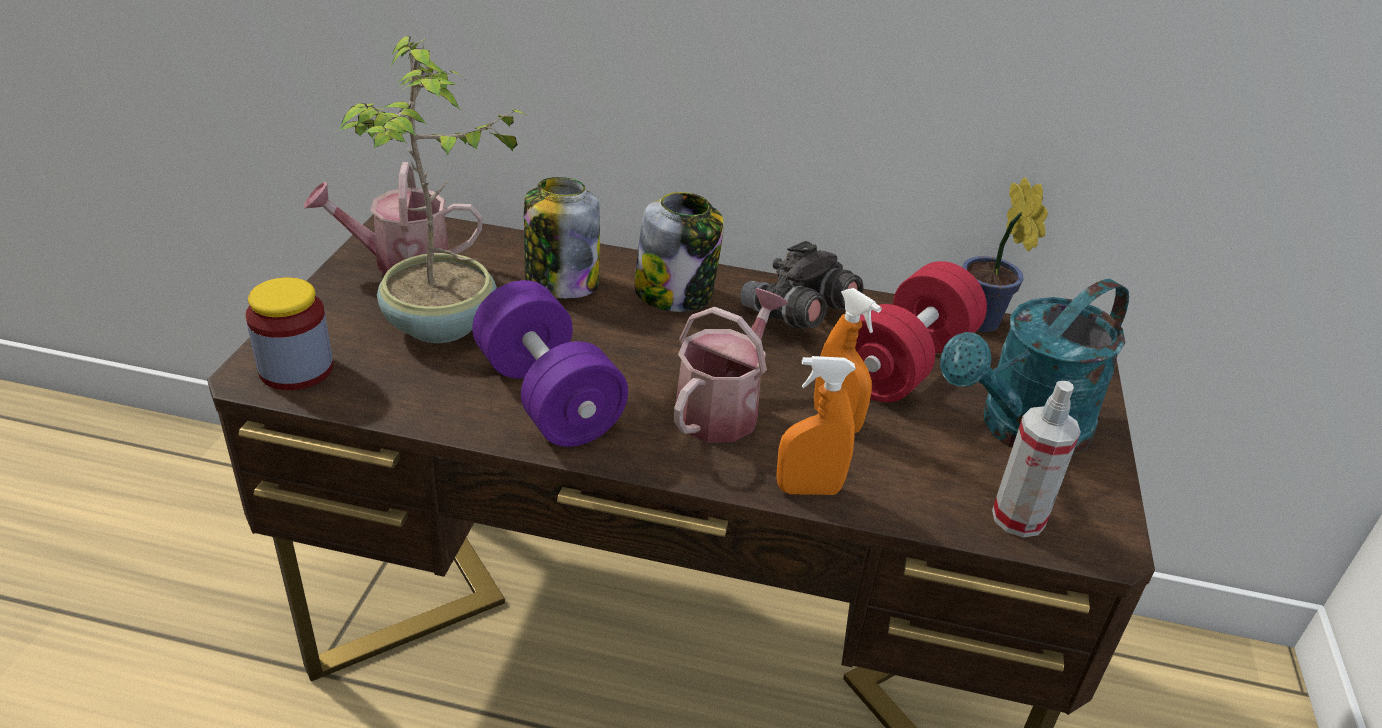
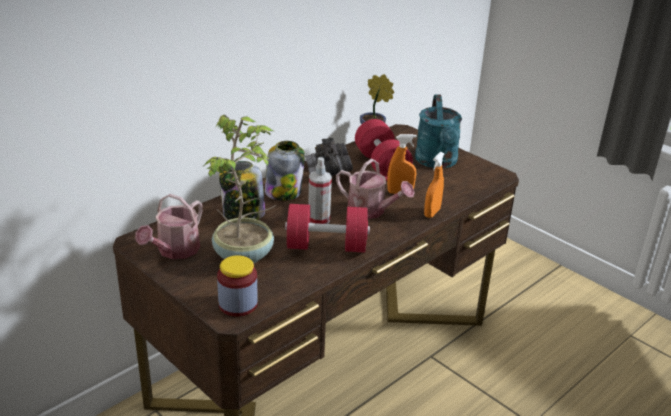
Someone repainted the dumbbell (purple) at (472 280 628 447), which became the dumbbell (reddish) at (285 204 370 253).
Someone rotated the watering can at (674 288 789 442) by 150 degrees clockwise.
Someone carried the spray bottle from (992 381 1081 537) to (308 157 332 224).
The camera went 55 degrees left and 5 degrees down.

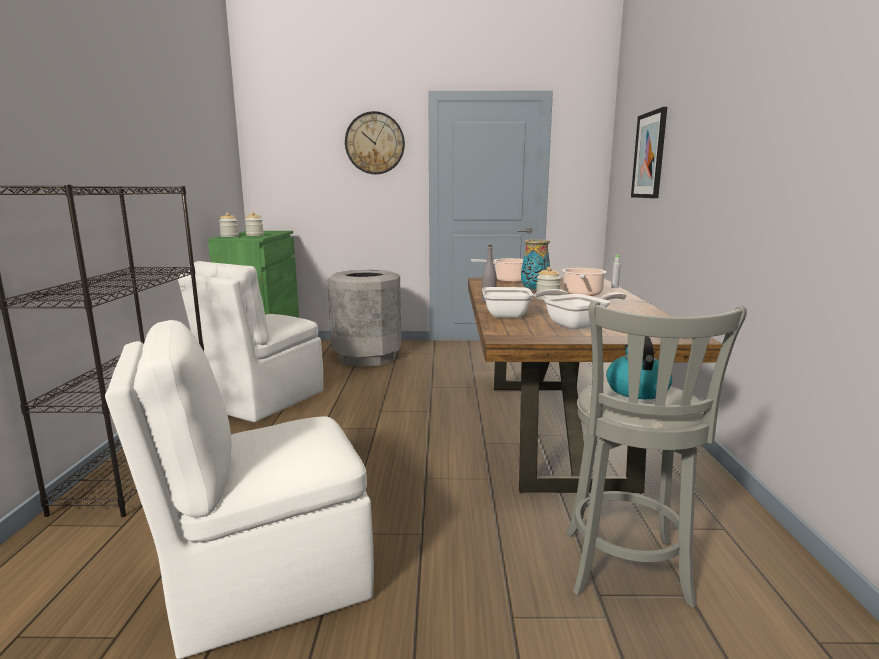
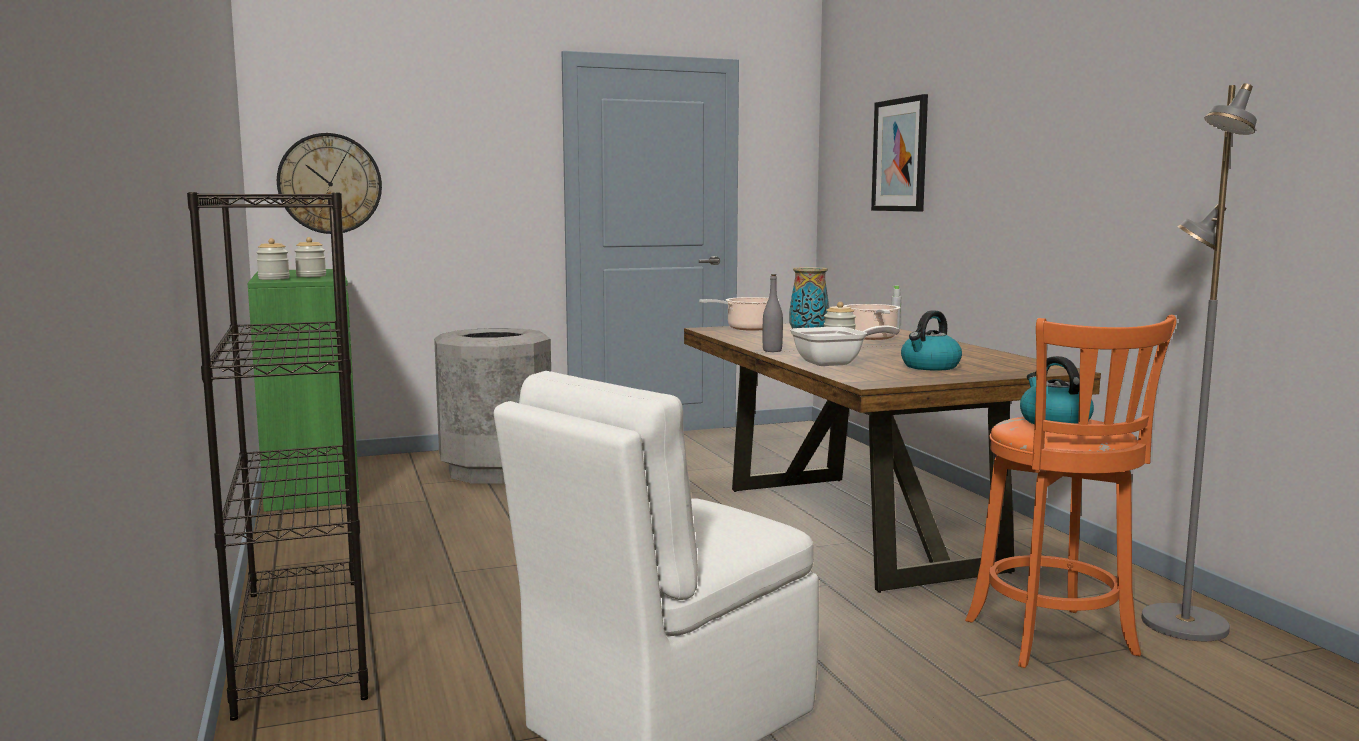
Someone carried the wall clock from (345 111 405 174) to (277 133 382 234).
Someone took away the upright chair (white) at (178 261 323 422).
Someone swapped the skillet at (543 292 626 329) for the kettle at (901 310 962 371).
Someone repainted the stool (greyish) at (566 301 747 608), which became the stool (orange) at (965 315 1177 668).
Someone put down the floor lamp (greyish) at (1142 83 1257 641).
The camera went 20 degrees left and 5 degrees down.

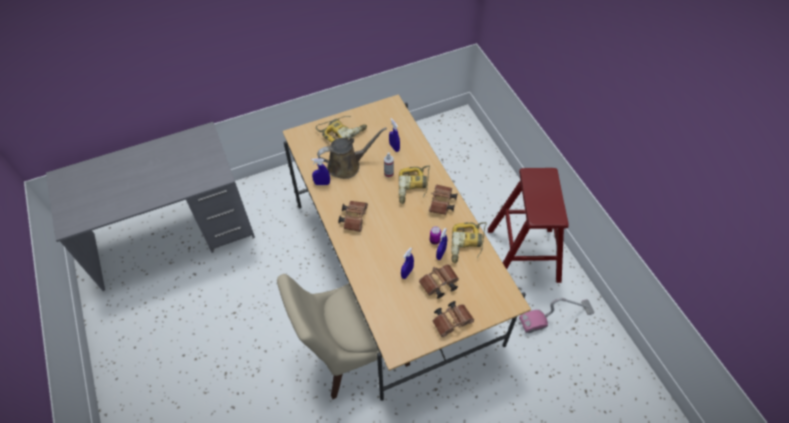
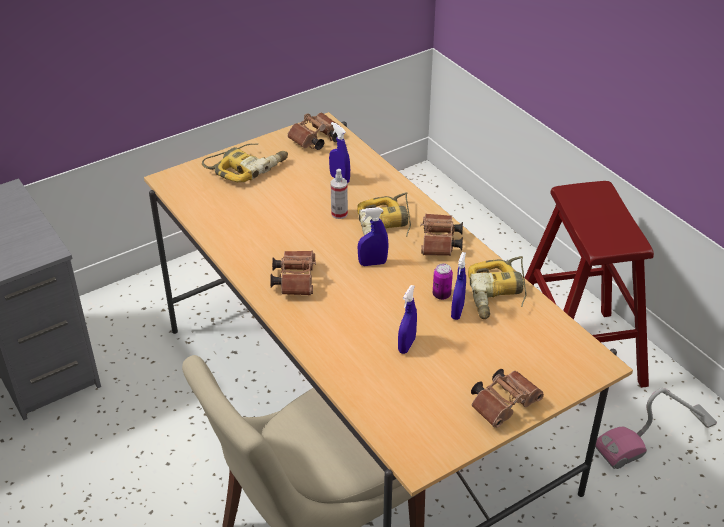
Someone took away the watering can (brown) at (317 127 387 179).
Someone carried the spray bottle (blue) from (312 159 330 185) to (357 207 389 266).
Someone carried the binoculars (brown) from (419 264 459 299) to (288 112 340 150).
The camera went 10 degrees left and 15 degrees down.

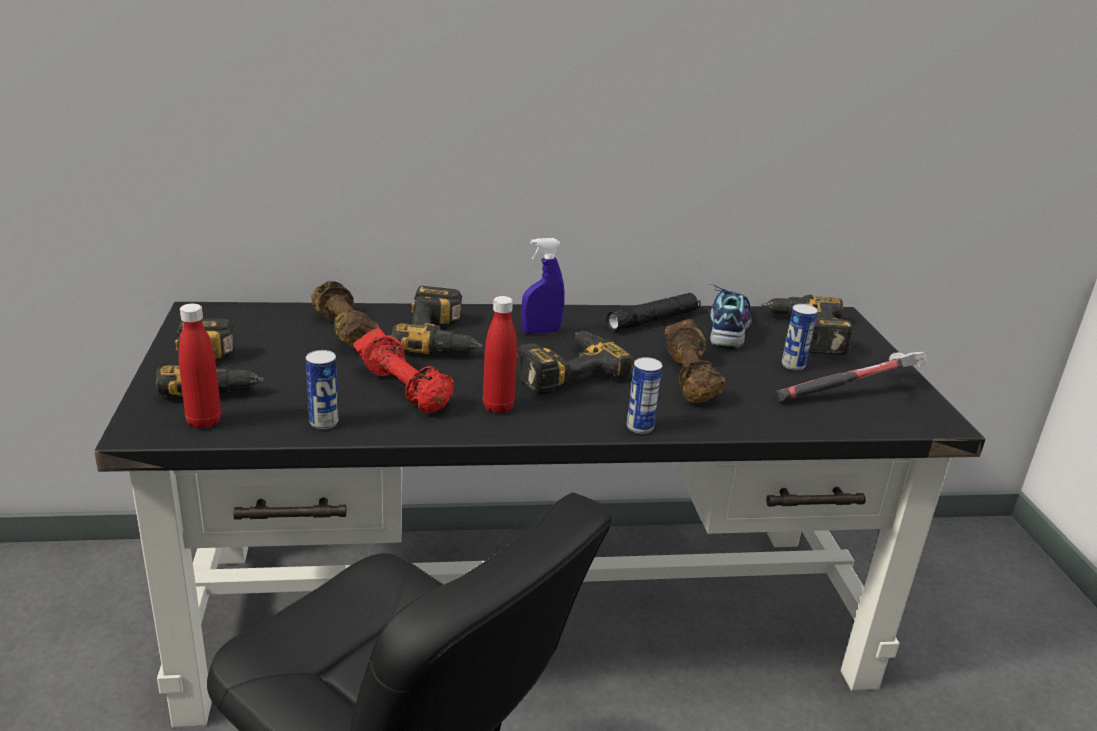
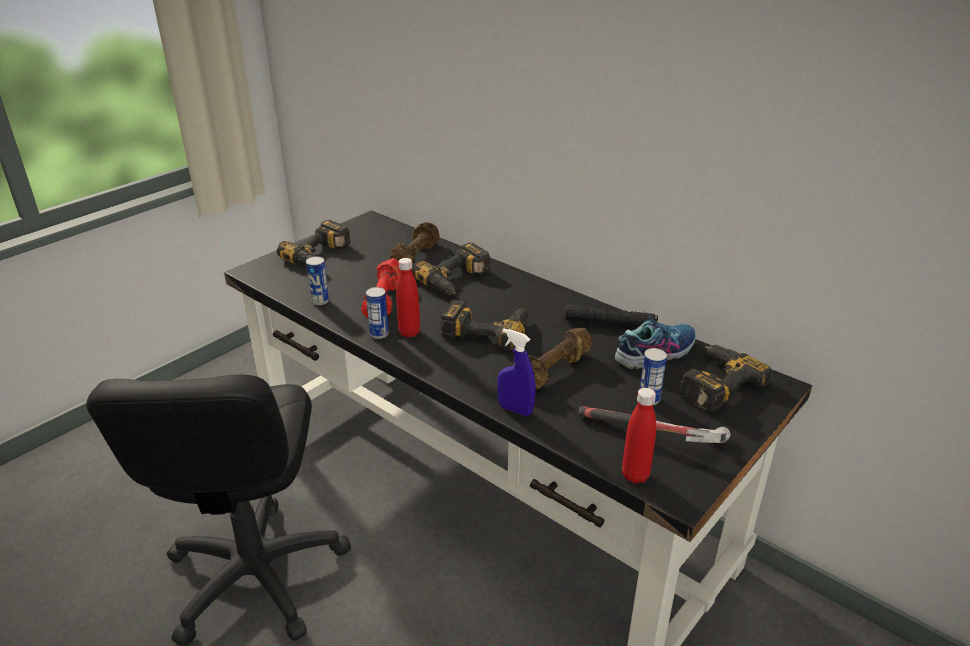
Someone carried the spray bottle (blue) from (521 238 565 334) to (497 328 536 416).
Someone carried the bottle (reddish) from (179 303 221 429) to (622 388 656 484).
Someone carried the can from (627 357 662 434) to (366 287 389 339).
The camera went 50 degrees right and 5 degrees up.

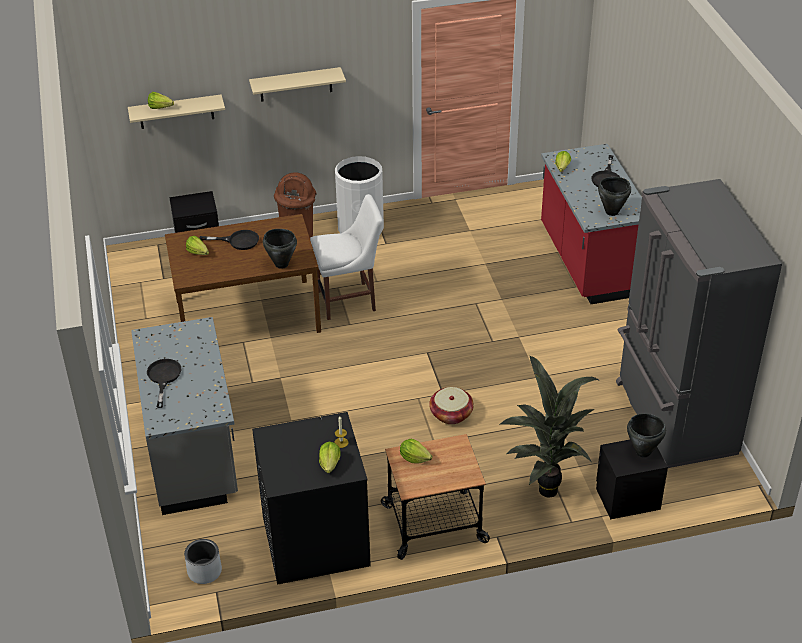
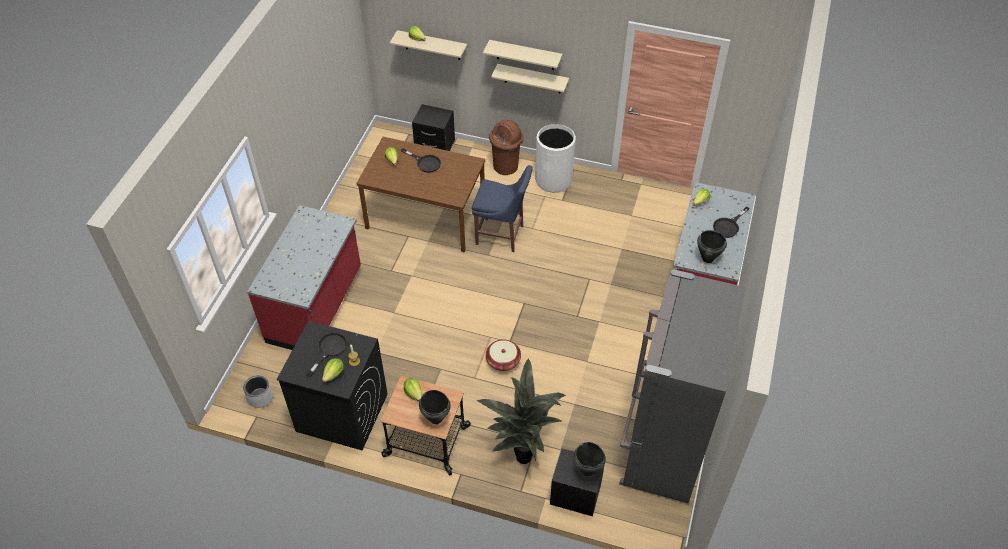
Someone repainted the upright chair (white) at (310 194 383 320), which became the upright chair (blue) at (472 165 533 252).
Someone carried the saucepot (blackish) from (263 229 297 269) to (419 390 451 424).
Someone repainted the kitchen counter (greyish) at (131 317 238 515), which became the kitchen counter (reddish) at (247 205 361 350).
Someone carried the skillet (blackish) from (147 359 181 408) to (306 332 347 377).
Someone put up the shelf (sand-coloured) at (491 64 569 93).
The camera went 30 degrees right and 10 degrees up.

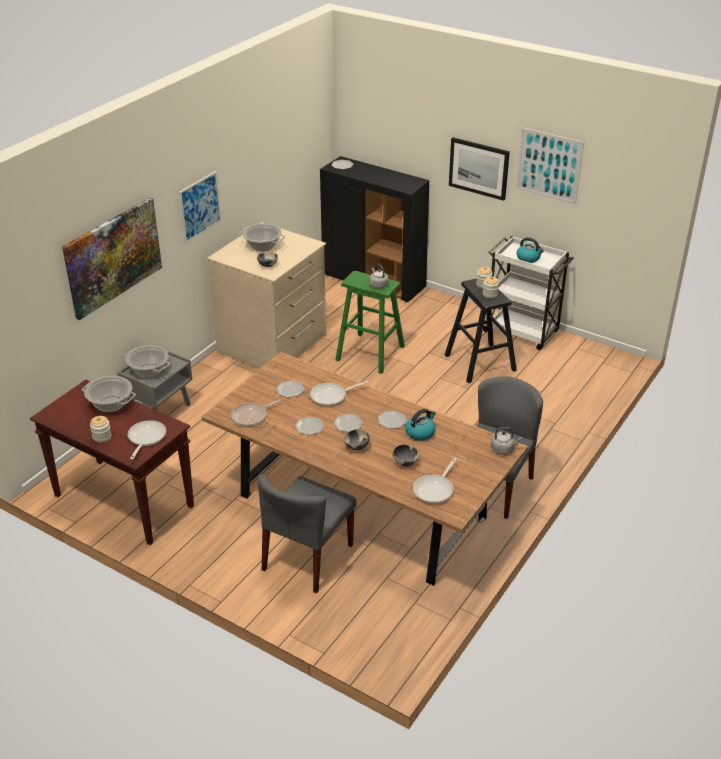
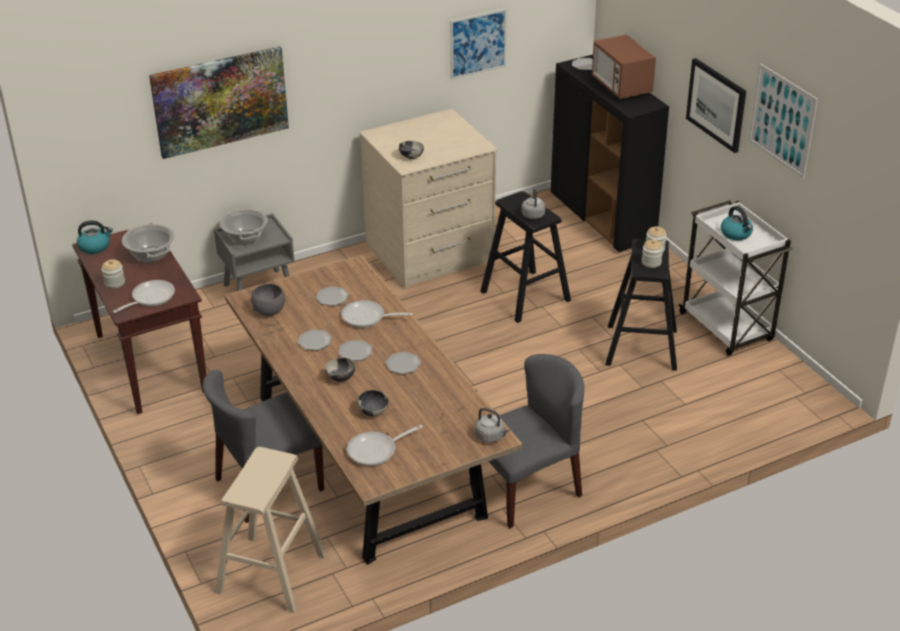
Someone carried the picture from (179 171 221 243) to (450 8 507 80).
Someone took away the saucepot at (239 223 285 252).
Someone repainted the stool (greenish) at (335 271 405 374), which became the stool (blackish) at (480 191 571 323).
Someone swapped the skillet at (231 399 281 427) for the serving bowl (greyish) at (251 284 285 316).
Someone carried the kettle from (405 409 436 441) to (77 220 113 254).
Someone put down the microwave oven at (592 34 656 99).
Someone put down the stool (sand-coloured) at (215 447 326 613).
The camera went 30 degrees right and 0 degrees up.

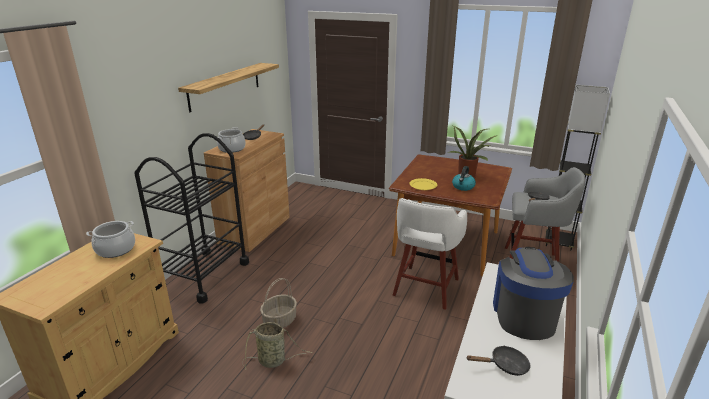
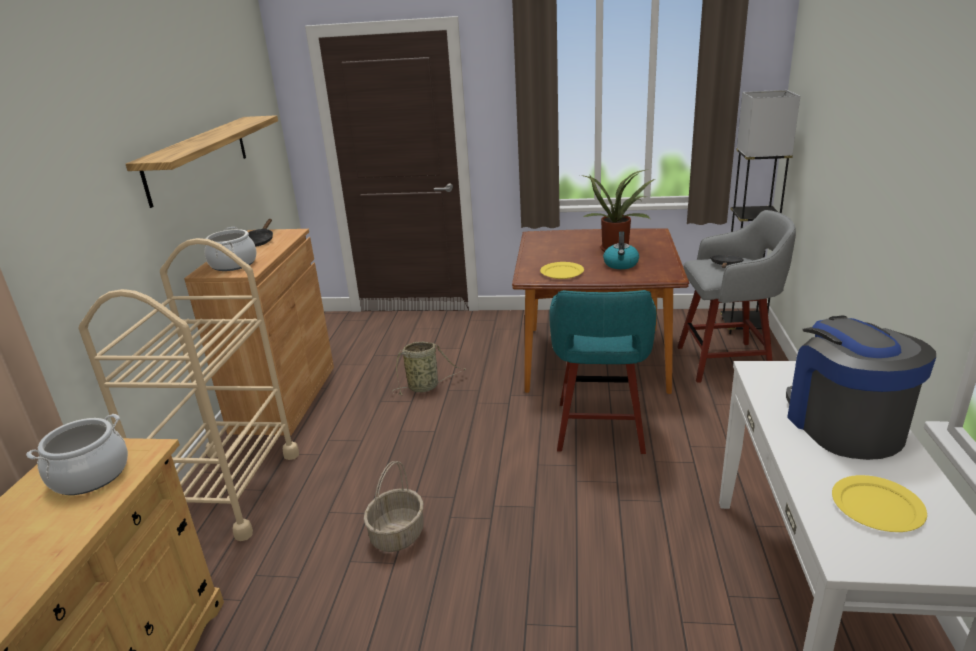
Someone repainted the trolley (blackish) at (134 133 249 304), which became the trolley (sand-coloured) at (79 238 299 541).
Someone repainted the stool (white) at (393 198 467 310), which became the stool (turquoise) at (549 290 657 454).
Someone carried the storage basket from (243 322 313 369) to (392 341 466 395).
Someone swapped the skillet (blackish) at (467 346 531 376) for the plate (yellowish) at (832 475 927 532).
The camera went 15 degrees left and 0 degrees up.

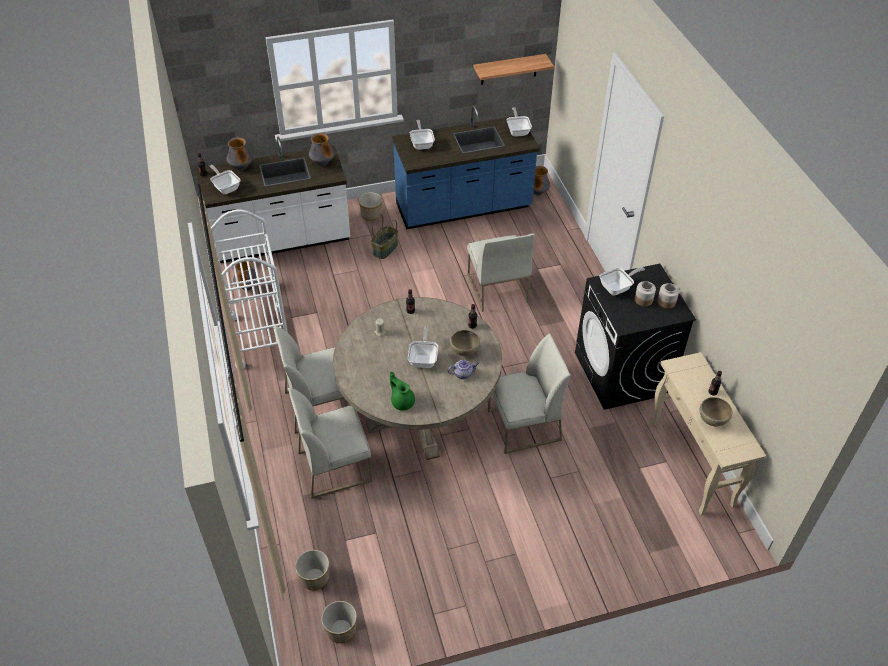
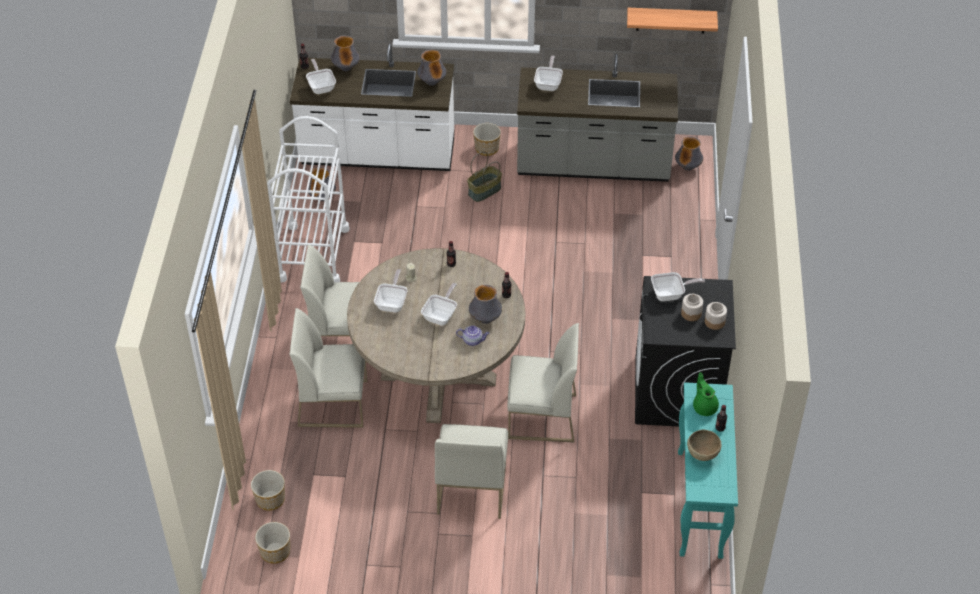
Someone repainted the kitchen counter (blue) at (392 106 540 230), which became the kitchen counter (greyish) at (517 53 678 182).
Someone carried the skillet from (507 107 532 137) to (374 269 408 313).
Someone carried the upright chair (white) from (467 233 535 312) to (435 424 508 519).
Someone swapped the serving bowl (brown) at (450 330 480 356) for the vase at (469 285 502 324).
Someone repainted the hall table (sand-coloured) at (650 352 766 516), which became the hall table (turquoise) at (678 382 738 559).
Someone carried the teapot (greenish) from (390 372 415 410) to (693 373 719 416).
The camera went 20 degrees right and 0 degrees up.

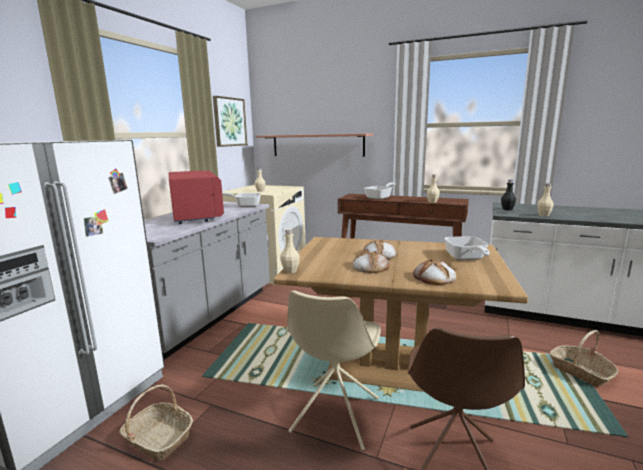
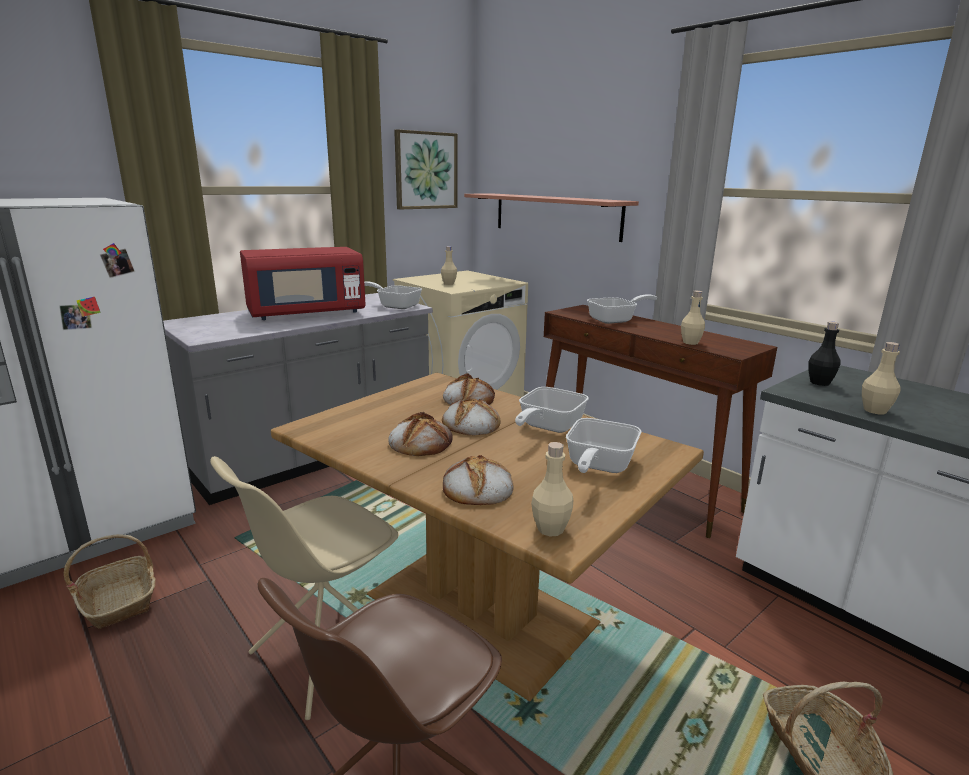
Someone rotated the microwave oven (reddish) at (169 170 224 224) by 60 degrees clockwise.
Someone carried the bottle (sand-coloured) from (280 229 300 273) to (531 442 573 536).
Someone put down the bread at (443 373 495 405).
Someone put down the skillet at (515 387 589 433).
The camera went 25 degrees right and 5 degrees up.

